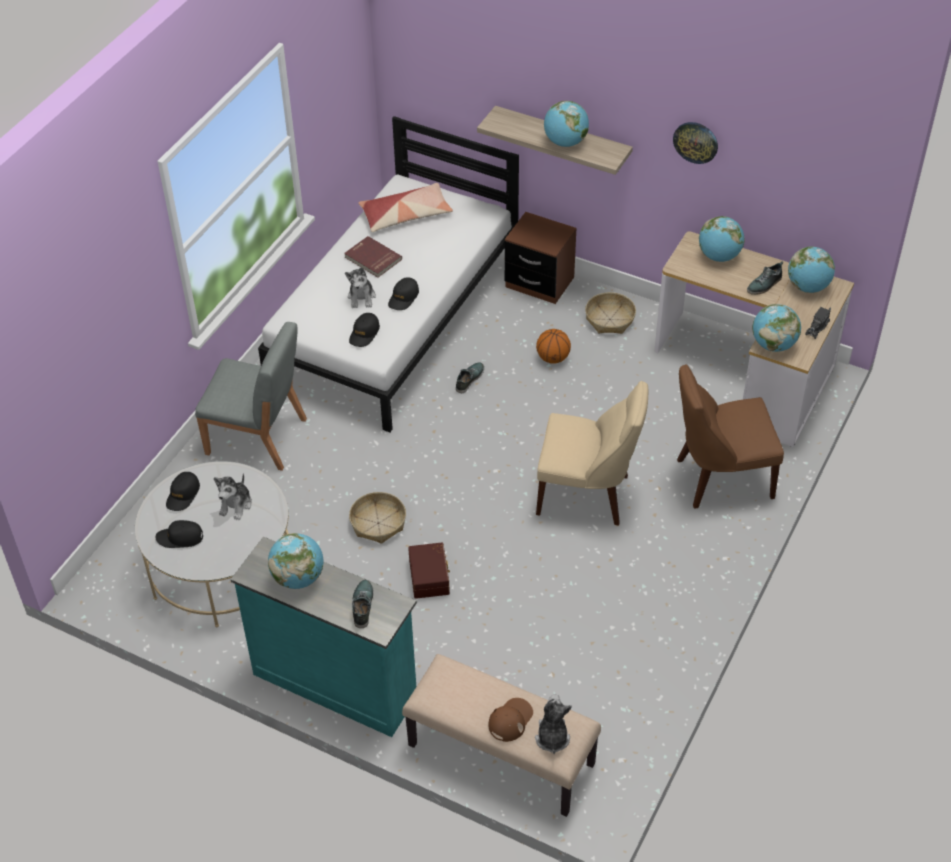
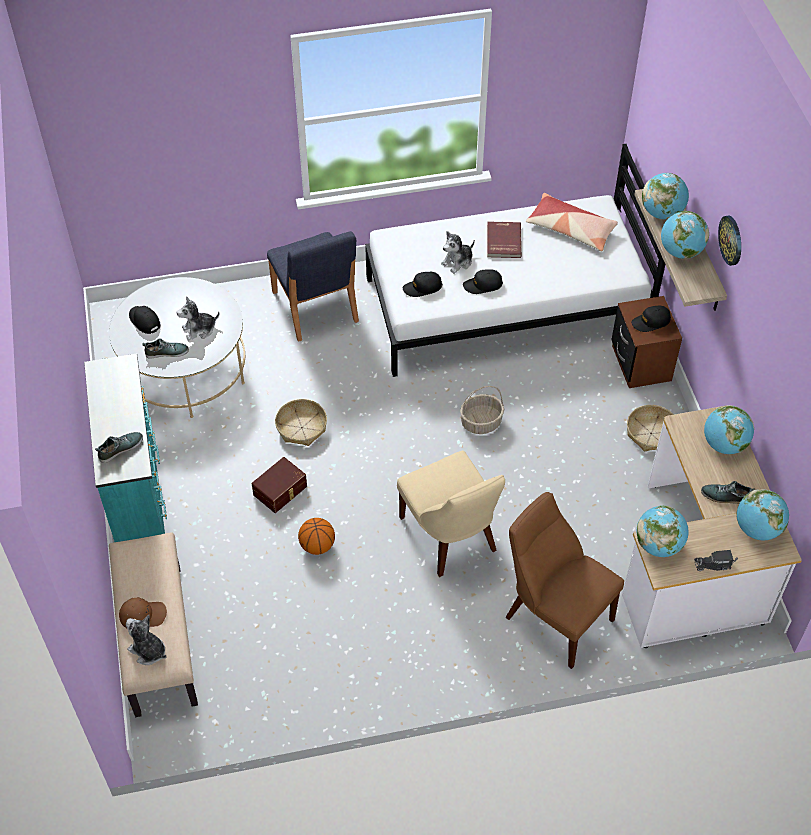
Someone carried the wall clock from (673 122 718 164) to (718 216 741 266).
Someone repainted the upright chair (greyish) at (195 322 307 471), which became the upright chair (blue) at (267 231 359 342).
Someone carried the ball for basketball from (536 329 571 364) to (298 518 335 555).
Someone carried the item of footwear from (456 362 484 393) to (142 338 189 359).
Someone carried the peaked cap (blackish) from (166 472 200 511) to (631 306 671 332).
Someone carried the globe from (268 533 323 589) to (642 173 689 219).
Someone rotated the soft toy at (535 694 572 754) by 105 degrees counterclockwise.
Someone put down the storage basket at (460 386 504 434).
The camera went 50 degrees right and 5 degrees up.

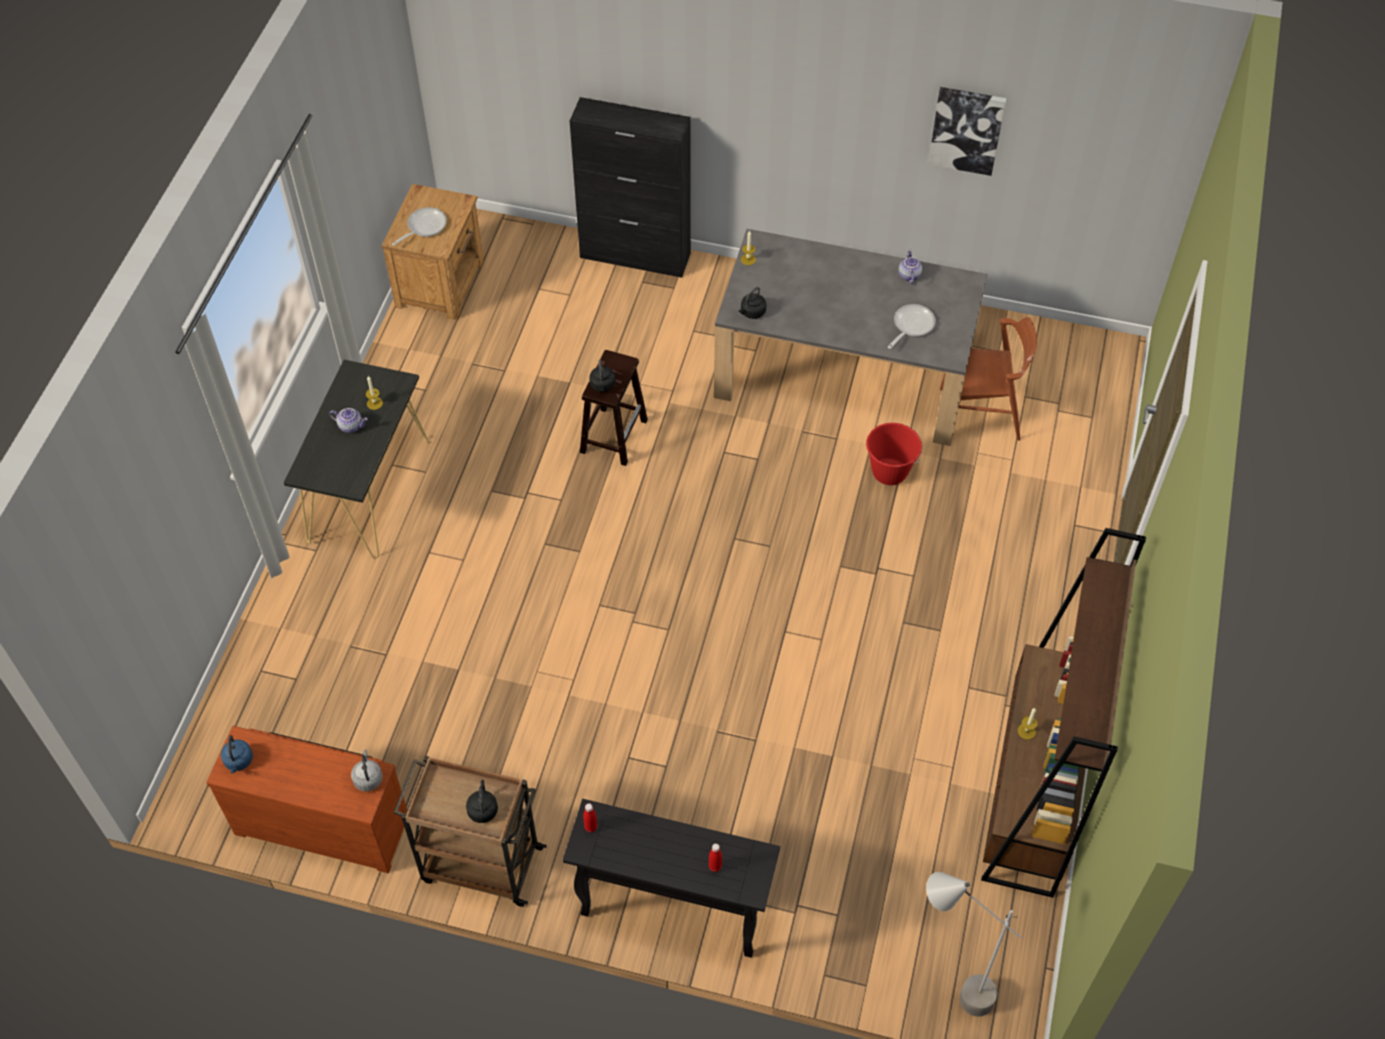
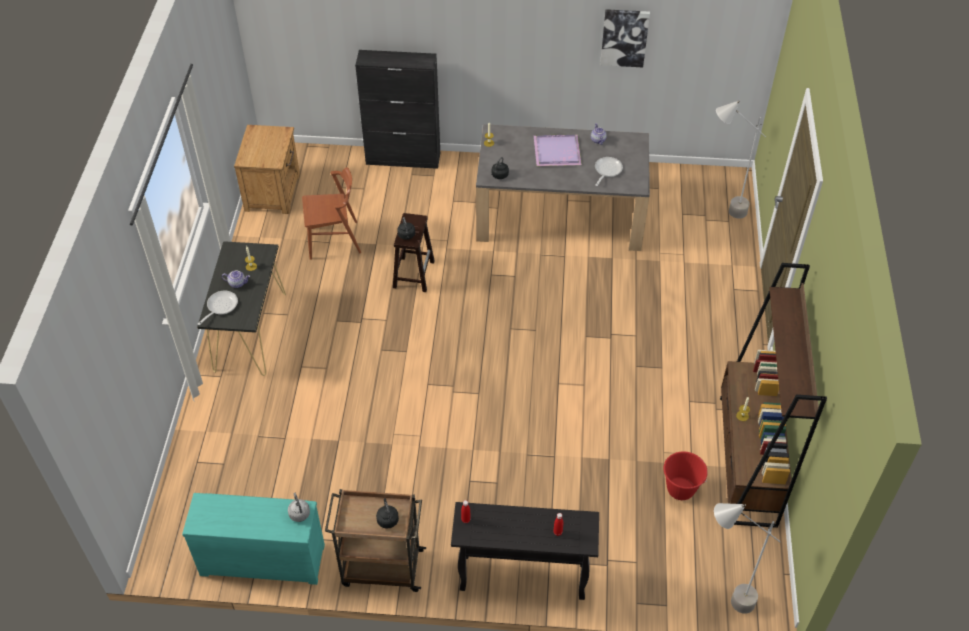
Someone carried the skillet from (392 207 447 246) to (198 291 238 325).
Someone carried the upright chair (brown) from (940 317 1037 441) to (302 167 361 260).
Someone carried the water bucket (reddish) from (866 423 922 485) to (664 451 708 500).
Someone repainted the drawer chest (brown) at (206 726 407 873), which became the drawer chest (turquoise) at (182 493 325 585).
Someone took away the kettle (blue) at (221 735 253 773).
Someone put down the floor lamp (greyish) at (716 100 766 219).
Someone put down the carrying tray (purple) at (534 134 582 166).
The camera went 10 degrees left and 5 degrees down.

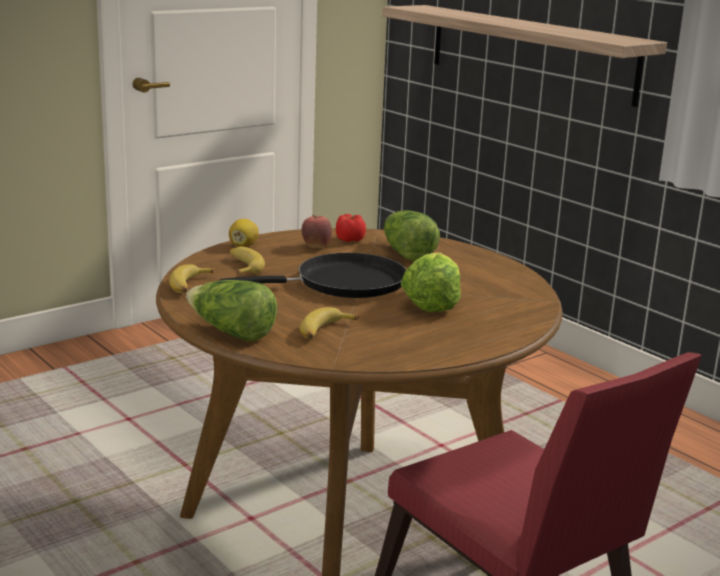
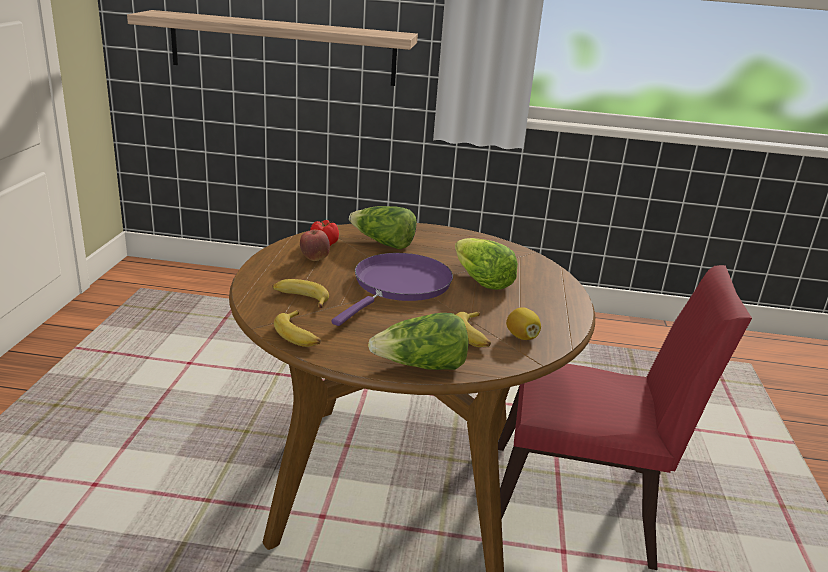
Someone carried the whole lemon from (229 219 259 247) to (506 307 541 340).
Someone repainted the skillet (blackish) at (219 253 406 298), which became the skillet (purple) at (331 253 453 326).
The camera went 45 degrees left and 5 degrees up.

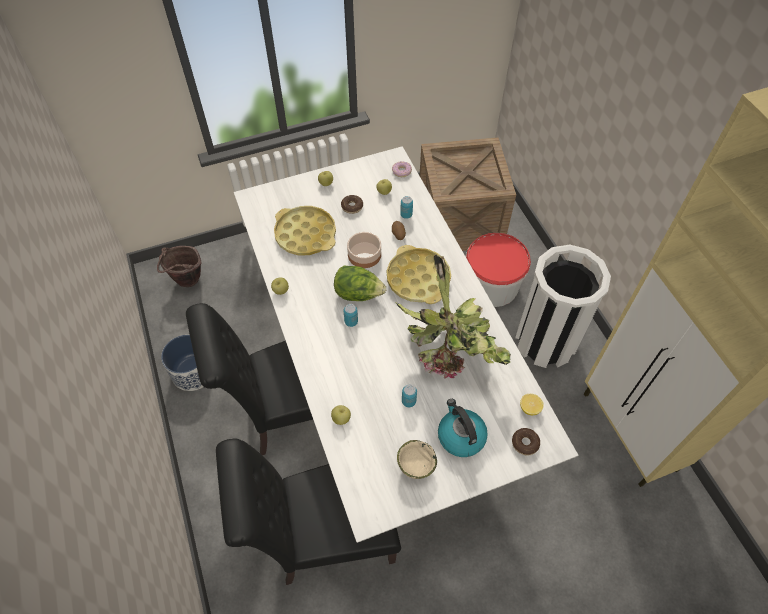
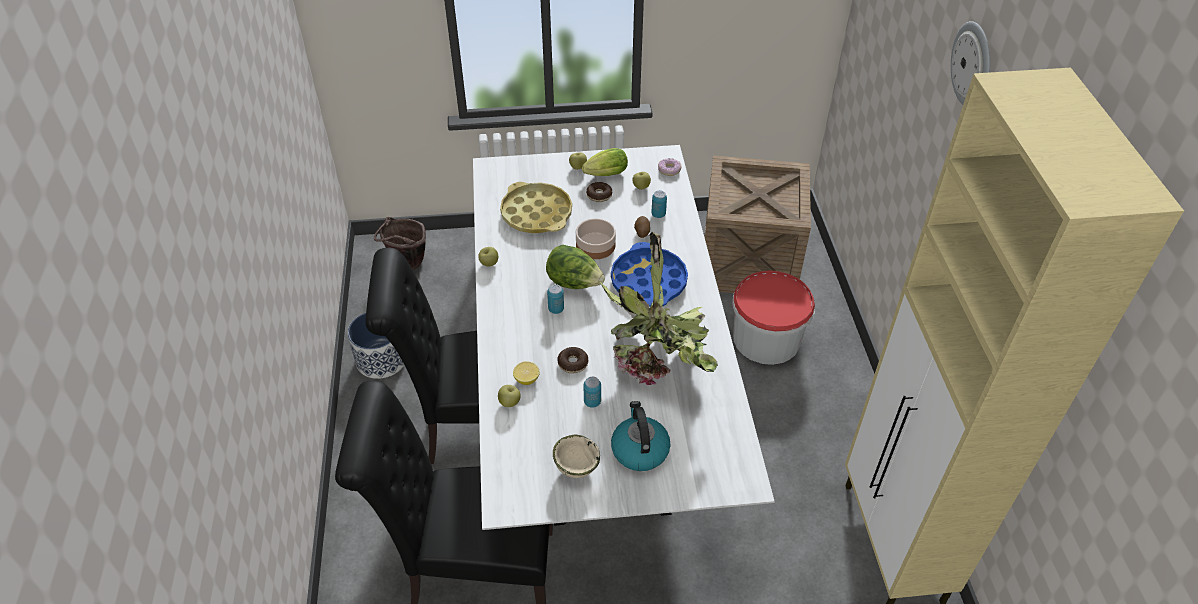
Someone repainted the carrying tray (yellowish) at (387 245 451 304), which became the carrying tray (blue) at (611 242 688 306).
Someone took away the rubbish bin (white) at (515 245 611 368).
Someone carried the whole lemon from (520 394 544 415) to (513 361 540 385).
Someone carried the donut from (512 428 540 456) to (557 347 588 373).
Someone put up the wall clock at (951 21 990 105).
Someone put down the lettuce at (582 148 628 176).
The camera went 15 degrees right and 10 degrees down.

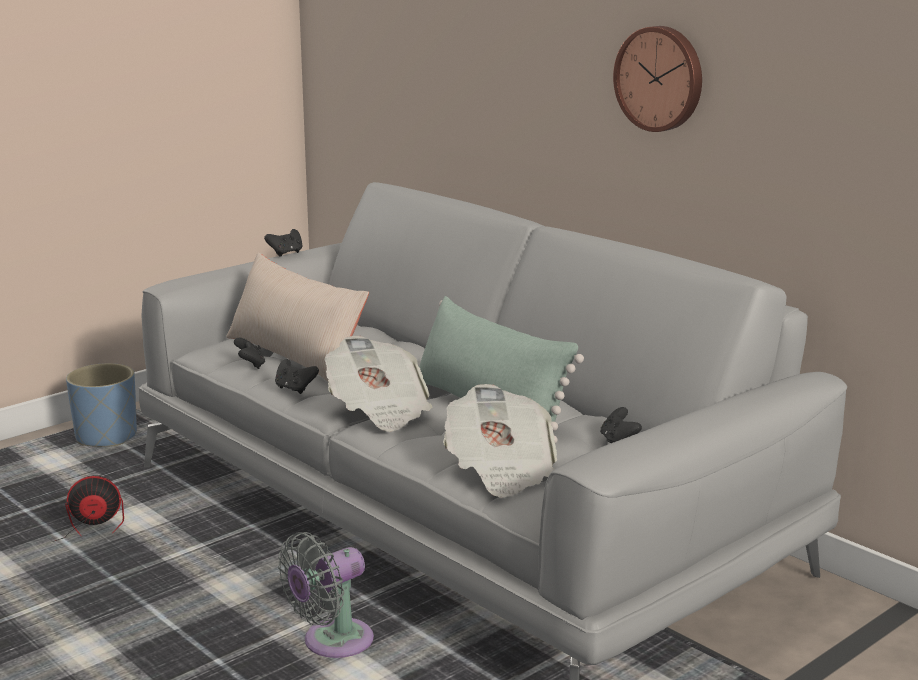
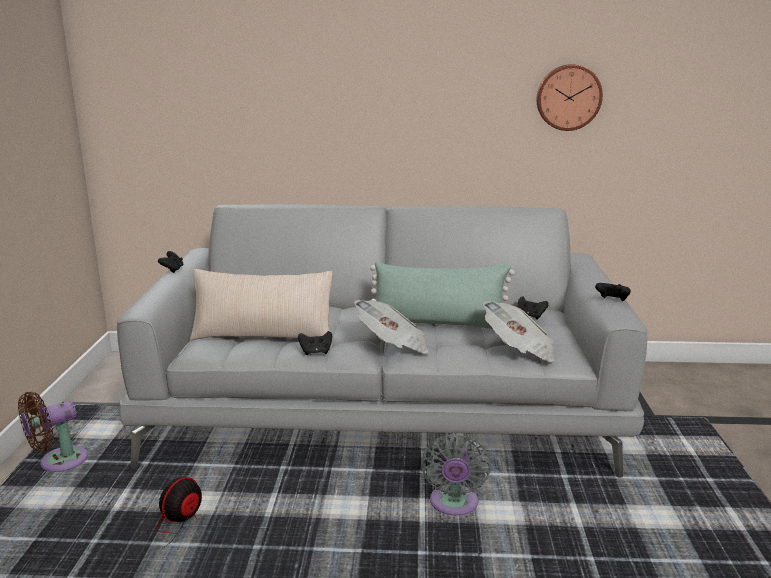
Someone carried the wall clock from (613 26 702 132) to (537 64 603 131).
Someone carried the game controller (blackish) from (234 338 265 369) to (595 283 631 301).
Someone swapped the flower pot (blue) at (66 363 137 447) for the fan (brown) at (18 392 88 472).
The camera went 45 degrees left and 0 degrees up.

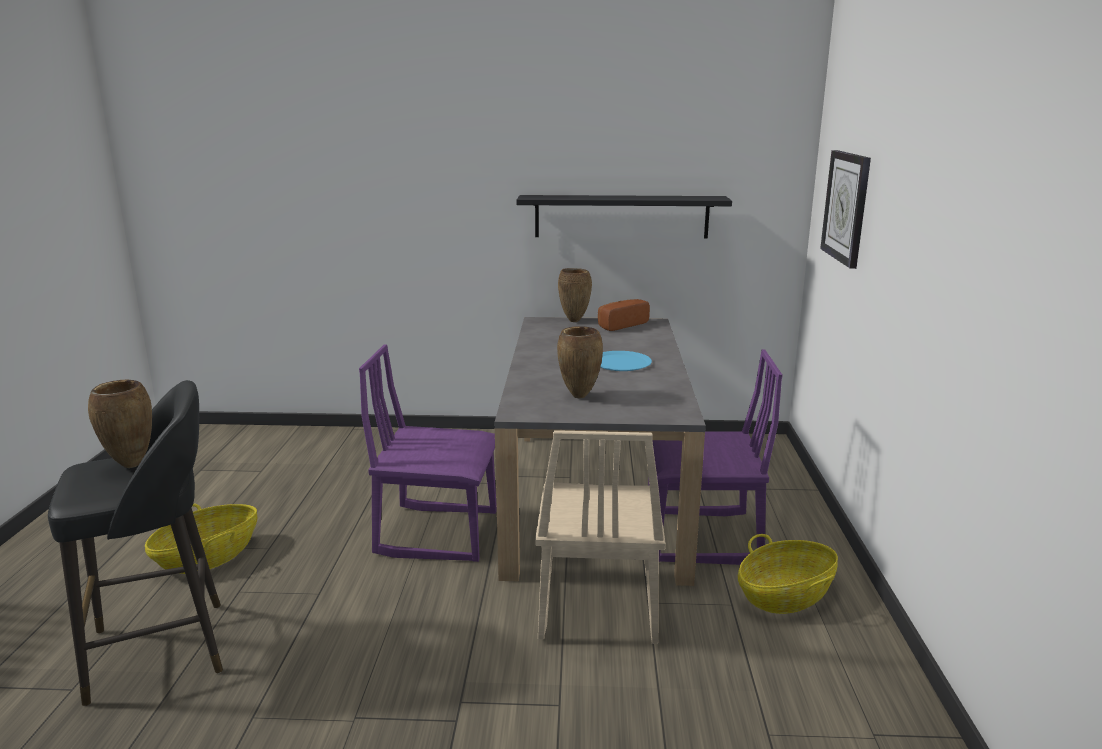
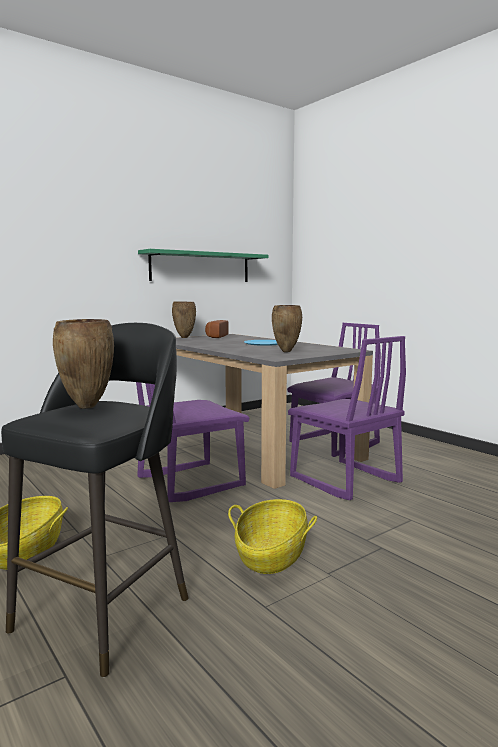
Someone took away the wall clock at (820 150 871 269).
Someone repainted the shelf (blackish) at (516 195 732 239), which became the shelf (greenish) at (138 249 268 282).
Someone repainted the upright chair (sand-coloured) at (535 430 666 644), which became the upright chair (purple) at (288 336 406 500).
Someone carried the storage basket from (738 534 838 614) to (228 499 317 574).
The camera went 40 degrees left and 10 degrees down.

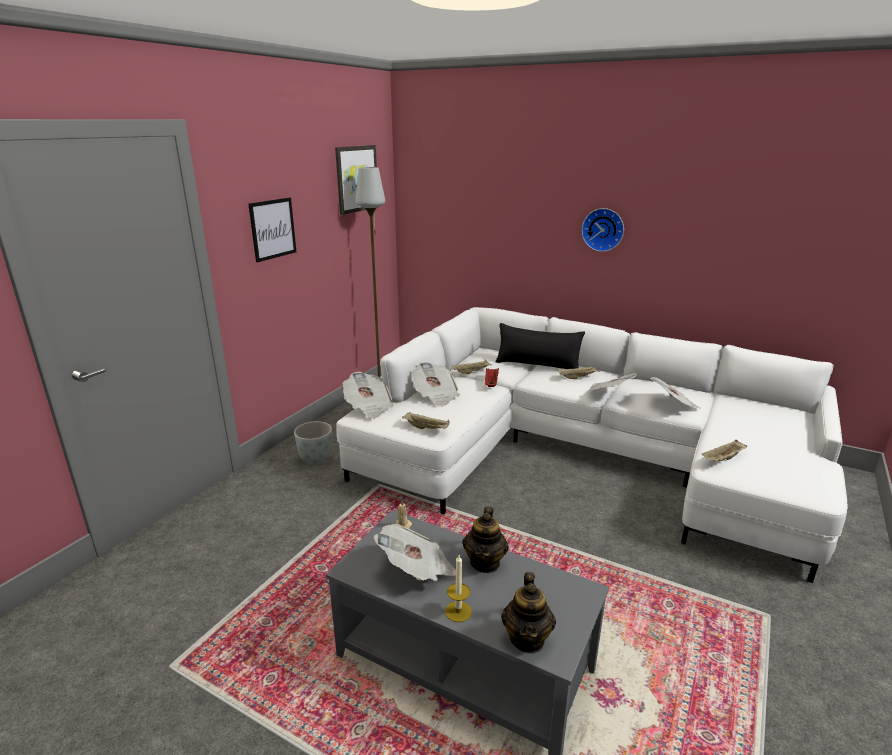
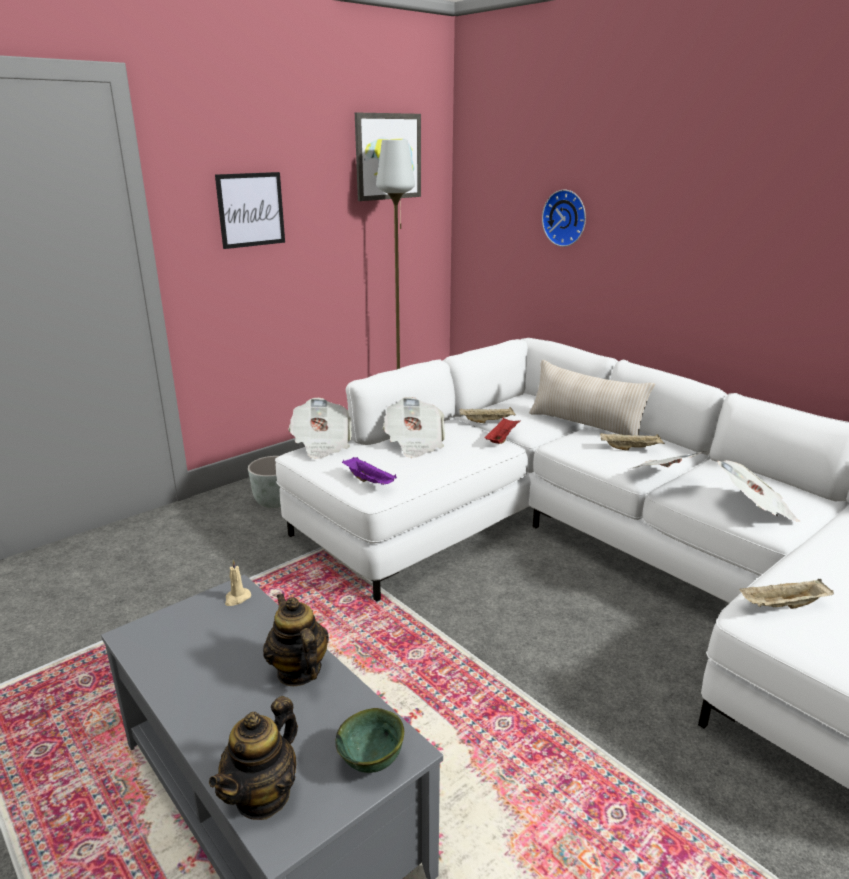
Someone carried the wall clock from (582 208 624 252) to (542 190 586 247).
Someone repainted the pillow (blackish) at (495 323 585 369), which became the pillow (sand-coloured) at (529 360 655 436).
Someone repainted the carrying tray (sand-coloured) at (402 412 450 430), which became the carrying tray (purple) at (342 457 397 485).
Someone rotated the teapot at (462 507 509 573) by 120 degrees clockwise.
Someone took away the newspaper at (374 524 456 581).
Someone took away the candle at (445 555 472 622).
Someone put down the serving bowl (greenish) at (335 708 404 773).
The camera went 20 degrees right and 0 degrees up.

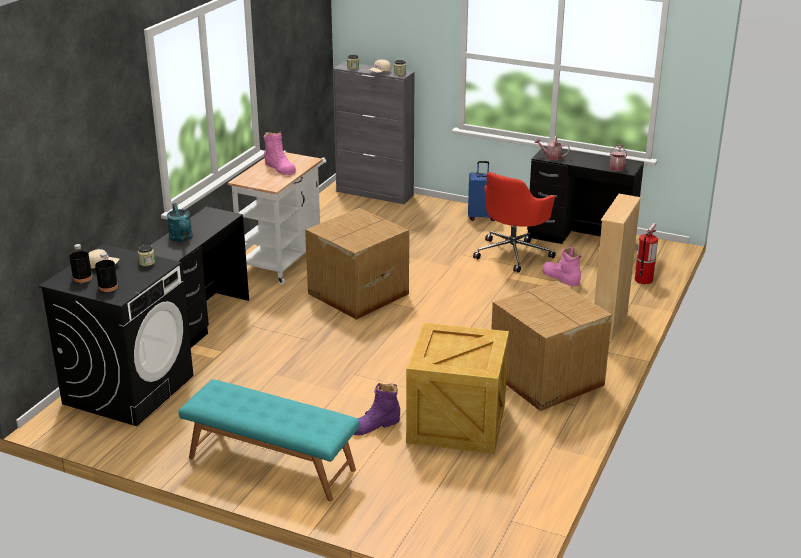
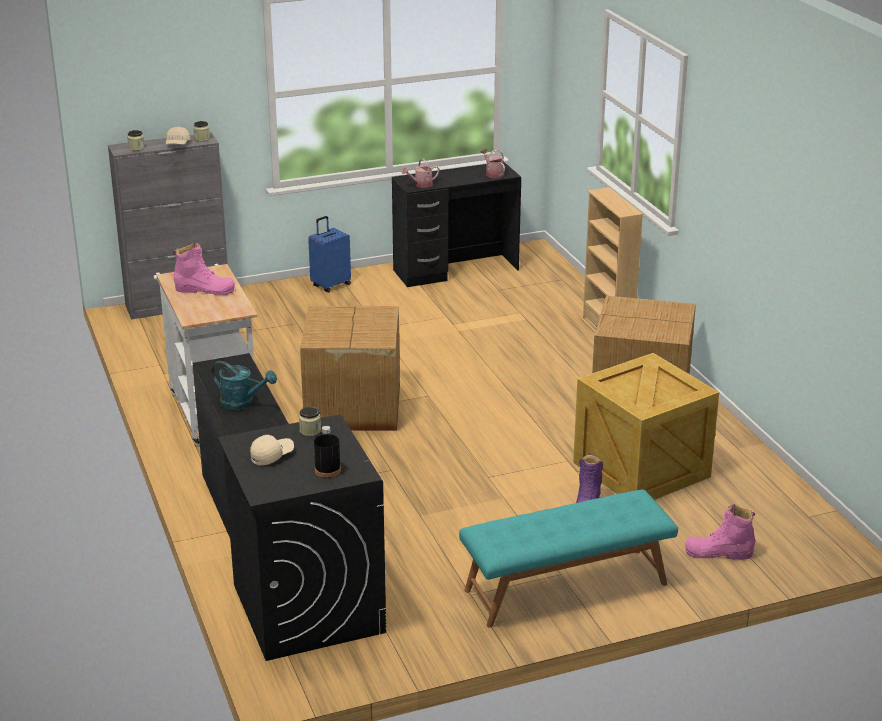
Someone took away the computer chair (reddish) at (473 172 556 273).
Someone took away the fire-fighting cylinder at (635 223 658 284).
Someone took away the bottle (blackish) at (69 244 92 283).
Someone carried the high-top boot (pink) from (542 247 581 287) to (685 504 755 560).
The camera went 45 degrees left and 0 degrees up.

